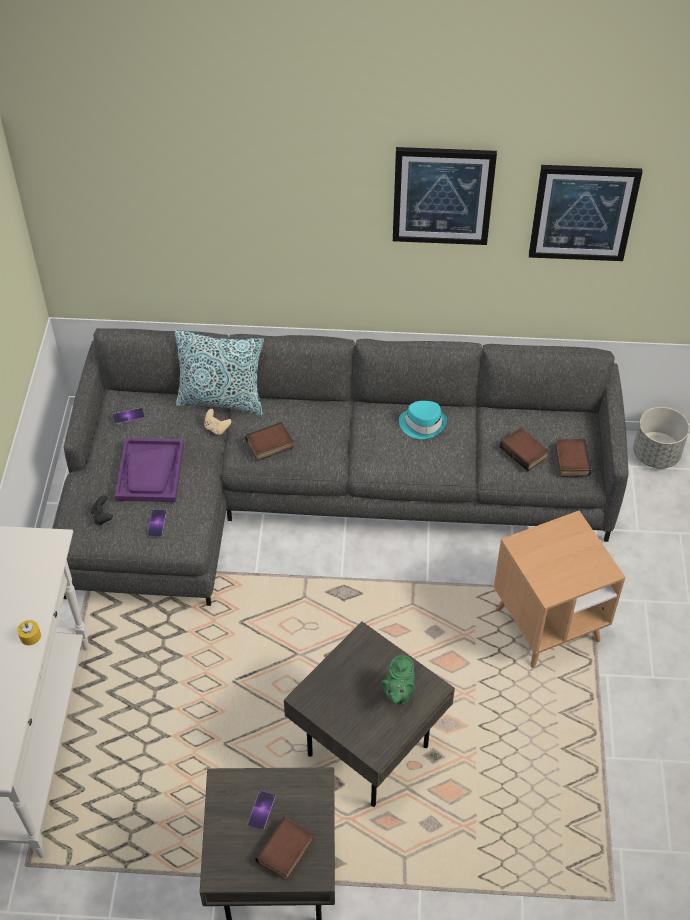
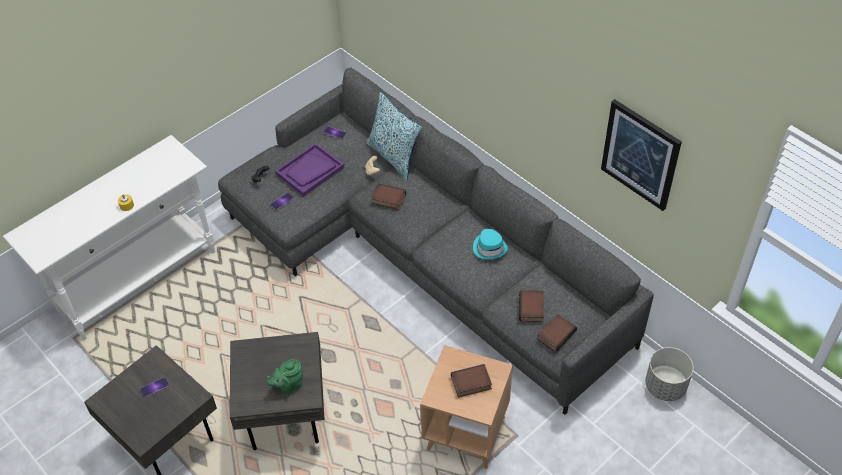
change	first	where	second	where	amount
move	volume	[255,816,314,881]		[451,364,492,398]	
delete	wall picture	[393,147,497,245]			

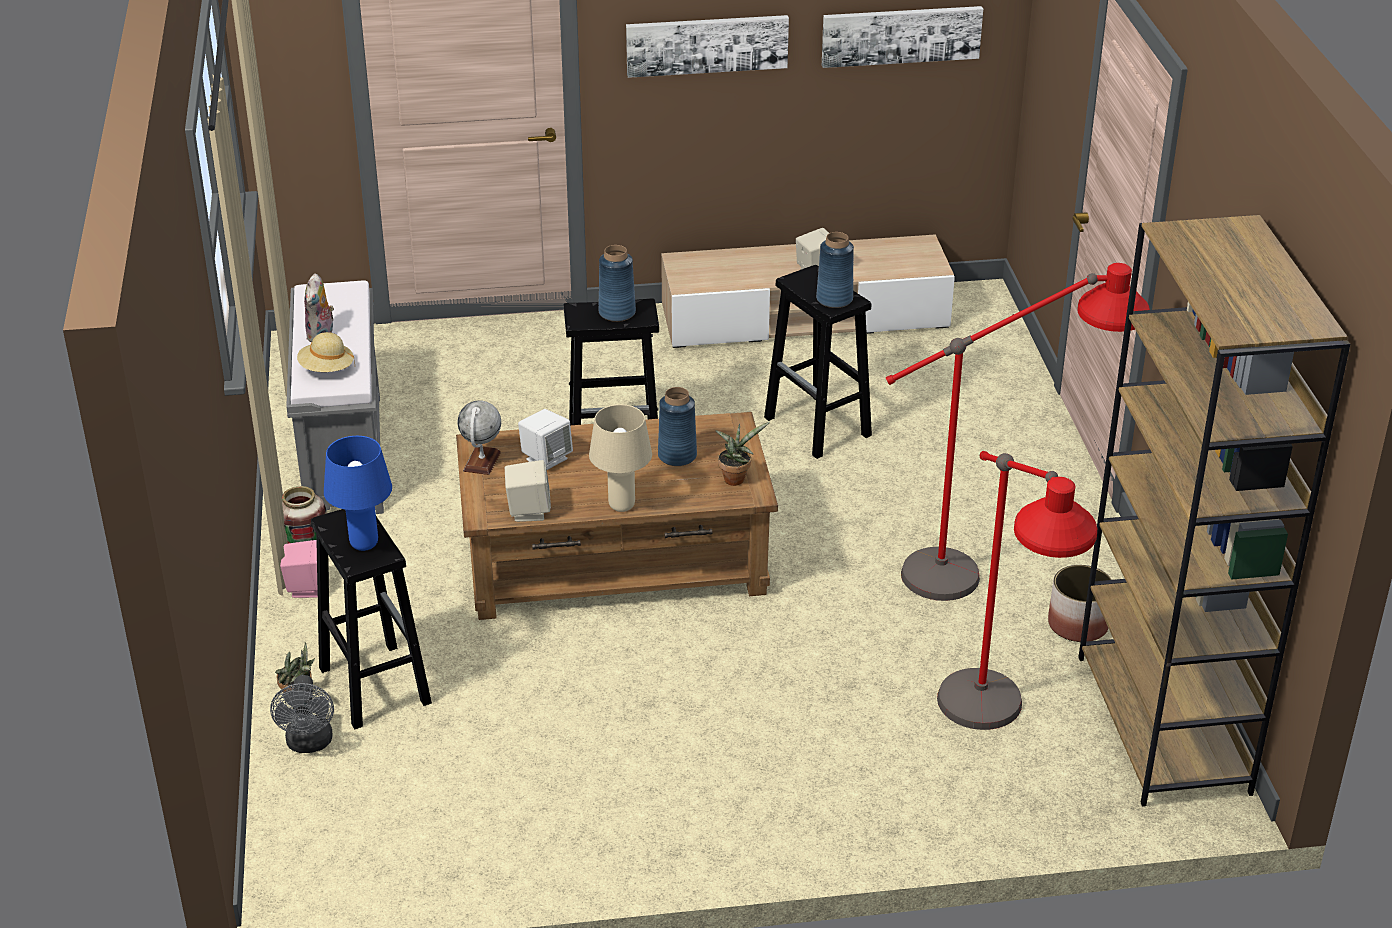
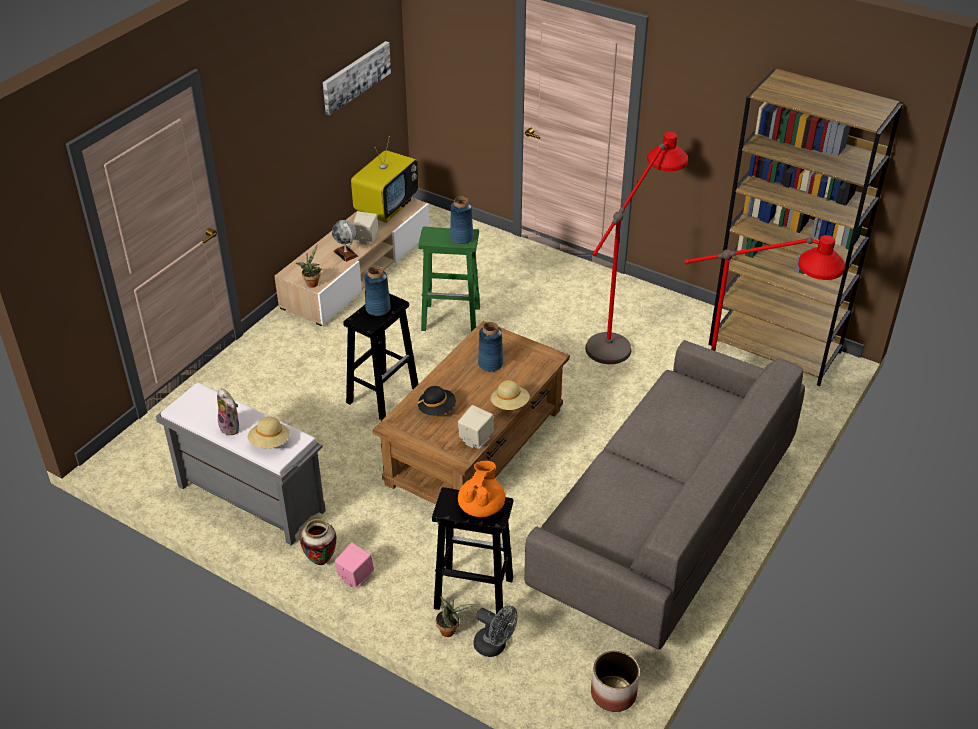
change	first	where	second	where	amount
move	potted plant	[715,422,770,486]		[296,245,322,288]	
move	world globe	[457,400,501,475]		[332,220,358,262]	
insert			TV set	[351,136,418,223]	
recolor	stool/black-coloured	[764,265,872,459]	stool/green-coloured	[418,227,480,332]	
replace	speaker/whitish	[518,409,573,470]	hat/black-coloured	[418,386,456,415]	
replace	tabletop lamp/blue-coloured	[324,436,392,551]	tea pot/orange-coloured	[458,461,505,517]	
replace	tabletop lamp/beige	[589,404,652,512]	hat/beige	[491,380,530,410]	
insert			settee/greyish	[524,340,805,650]	
move	flower pot	[1048,565,1112,642]		[591,651,640,712]	
delete	wall picture	[626,15,789,78]			

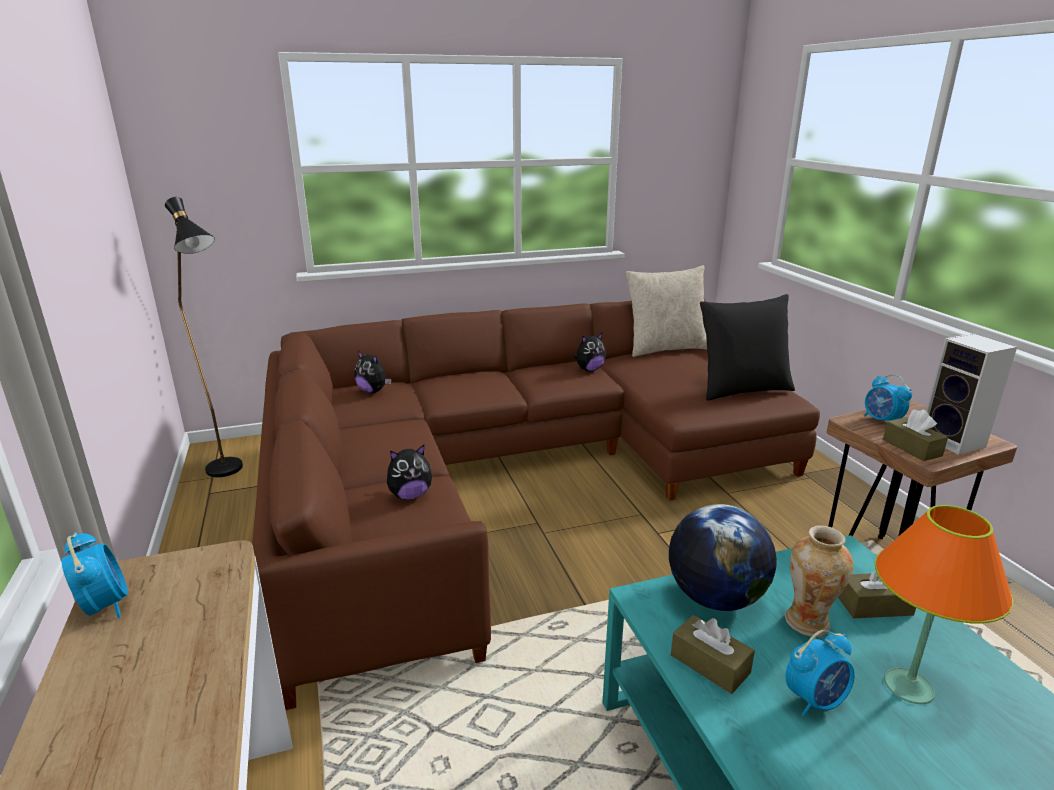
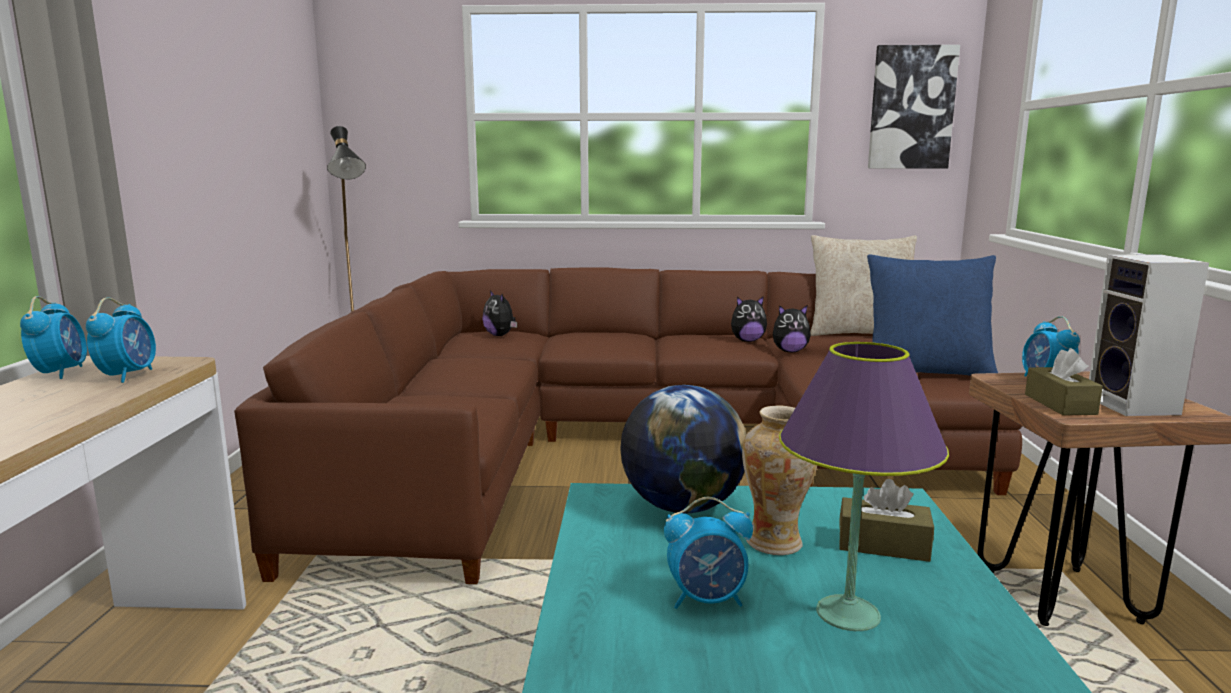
change	first	where	second	where	amount
insert			bedside clock	[86,297,156,383]	
move	plush toy	[387,445,432,500]		[773,305,811,352]	
recolor	tabletop lamp/orange-coloured	[875,505,1013,704]	tabletop lamp/purplish	[779,342,949,631]	
recolor	cushion/black-coloured	[700,294,795,400]	cushion/blue-coloured	[867,254,998,376]	
insert			wall picture	[868,45,960,168]	
delete	box of tissues/brownish	[671,615,755,694]			

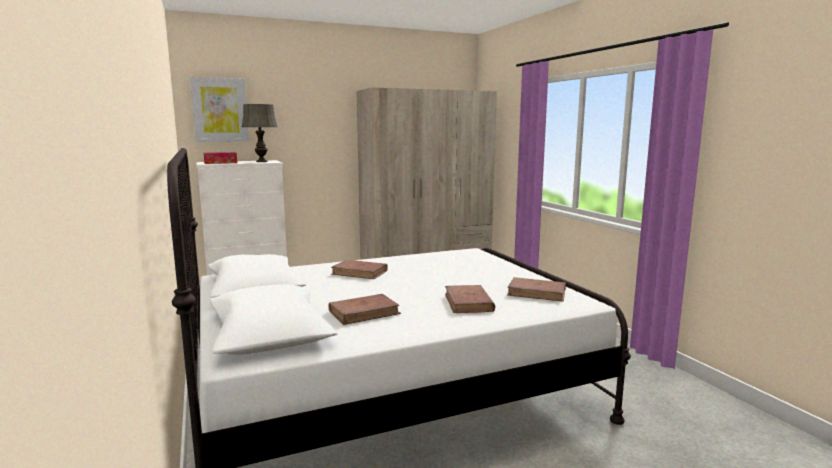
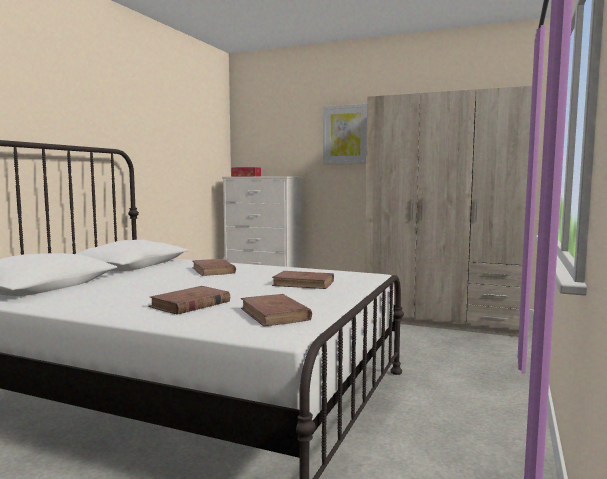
change	first	where	second	where	amount
move	volume/brownish	[329,294,401,325]		[272,271,334,289]	
move	wall picture	[190,77,249,142]		[323,104,367,164]	
delete	tabletop lamp/greyish	[242,104,277,162]			

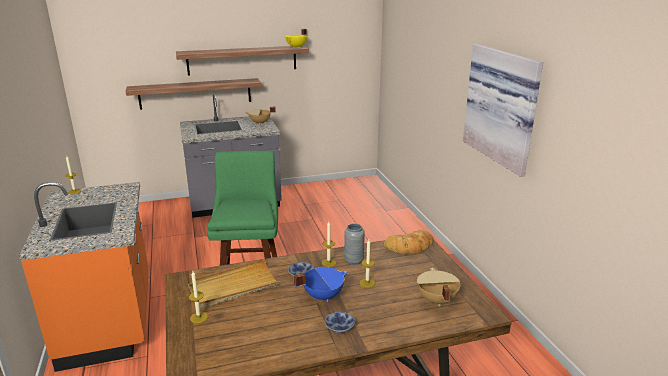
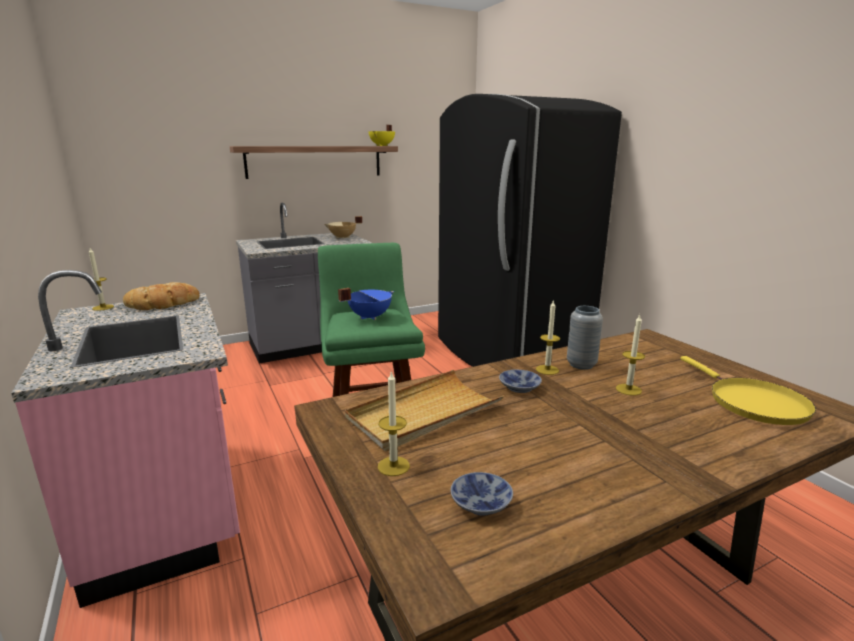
change	first	where	second	where	amount
recolor	counter/orange-coloured	[19,182,149,372]	counter/pink	[11,270,240,608]	
move	bread	[384,230,434,255]		[123,282,200,310]	
move	cooking pot/blue-coloured	[294,267,348,302]		[338,288,394,320]	
insert			fridge/black-coloured	[438,94,622,367]	
move	serving bowl	[325,312,355,333]		[451,472,513,516]	
replace	cooking pot/beige	[417,268,460,306]	skillet/yellow-coloured	[680,356,816,425]	
delete	shelf	[125,78,262,110]			
delete	wall picture	[463,44,543,177]			

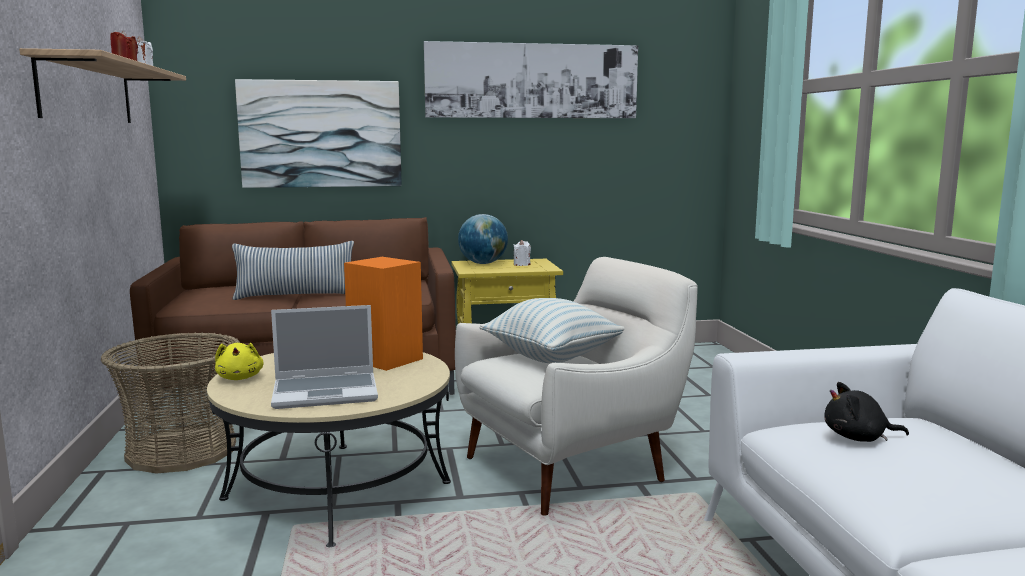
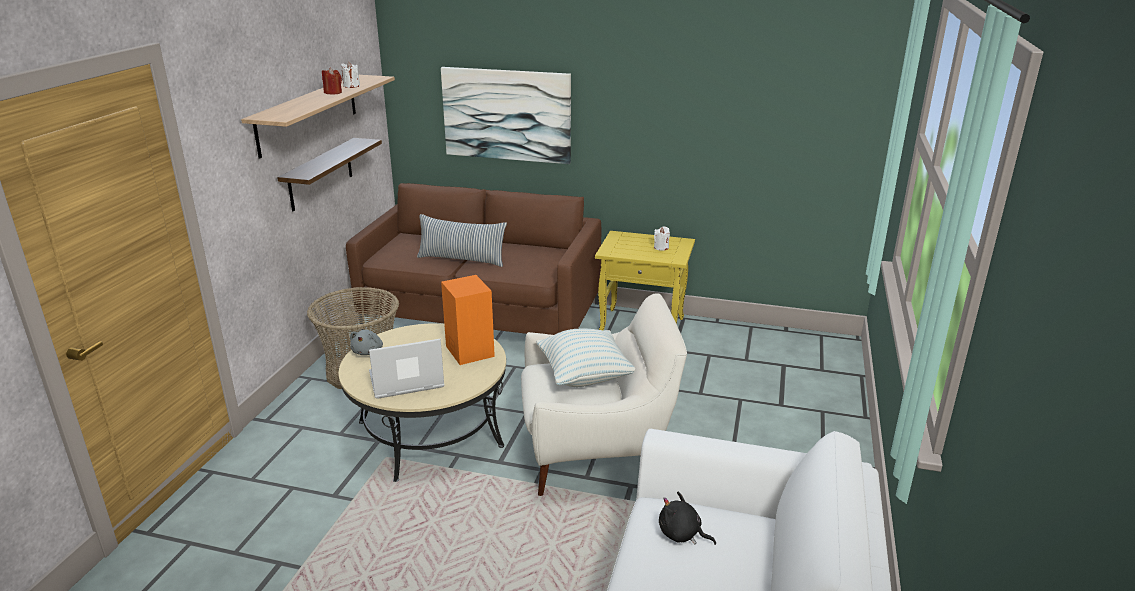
change	first	where	second	where	amount
insert			shelf	[277,138,382,211]	
recolor	plush toy/yellow-coloured	[215,343,264,380]	plush toy/greyish	[350,330,383,355]	
rotate	laptop	[271,305,378,409]		[369,338,445,399]	150 degrees clockwise
delete	wall picture	[424,41,638,118]			
delete	world globe	[458,214,508,264]			

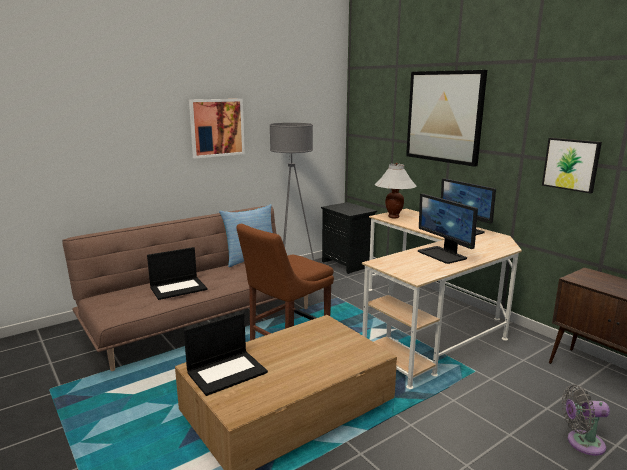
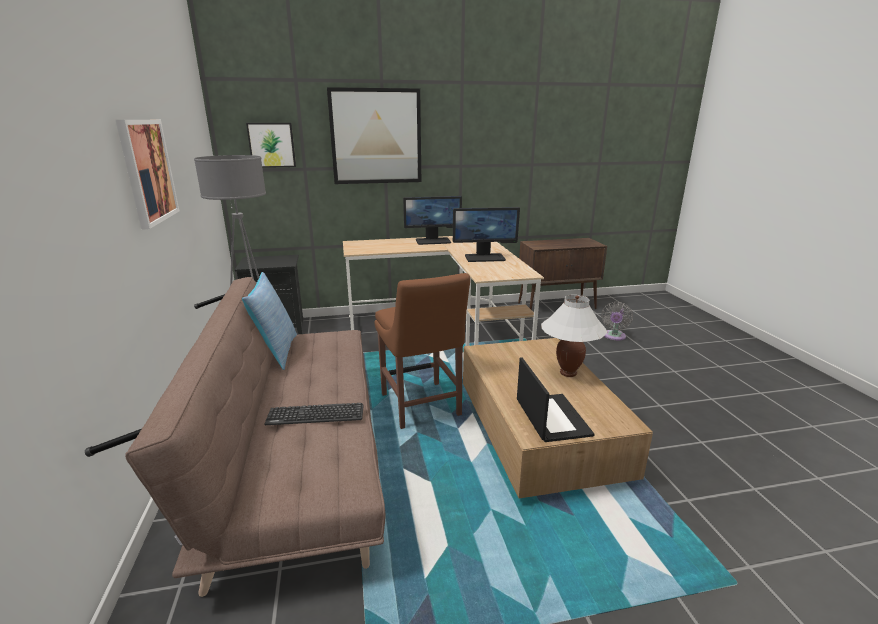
change	first	where	second	where	amount
move	wall picture	[542,138,602,194]		[246,123,296,168]	
replace	laptop	[147,247,207,300]	computer keyboard	[264,403,364,425]	
move	tabletop lamp/whitish	[375,163,416,219]		[541,295,607,377]	

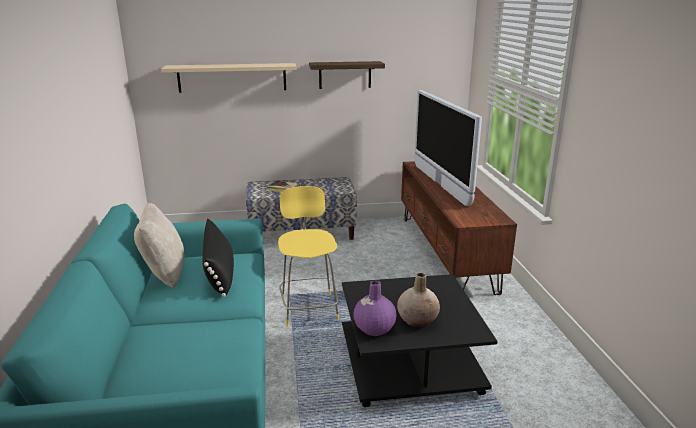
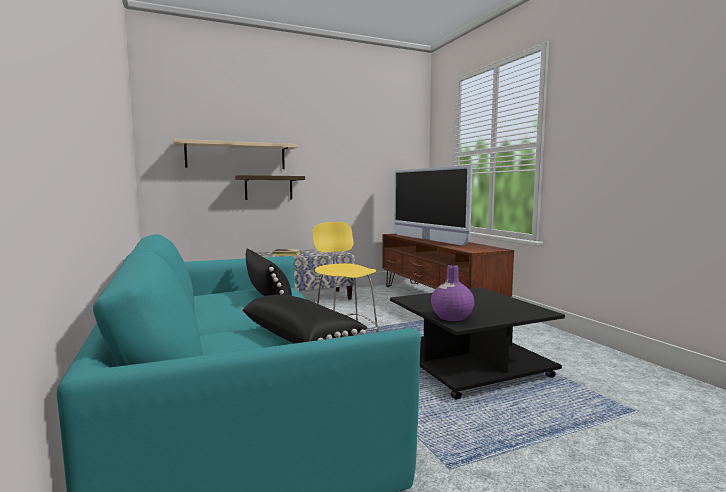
change	first	where	second	where	amount
move	shelf	[309,61,385,89]		[235,175,305,200]	
insert			cushion/black-coloured	[242,295,367,344]	
delete	cushion/beige	[134,203,184,289]			
delete	decorative vase/beige	[397,273,440,327]			

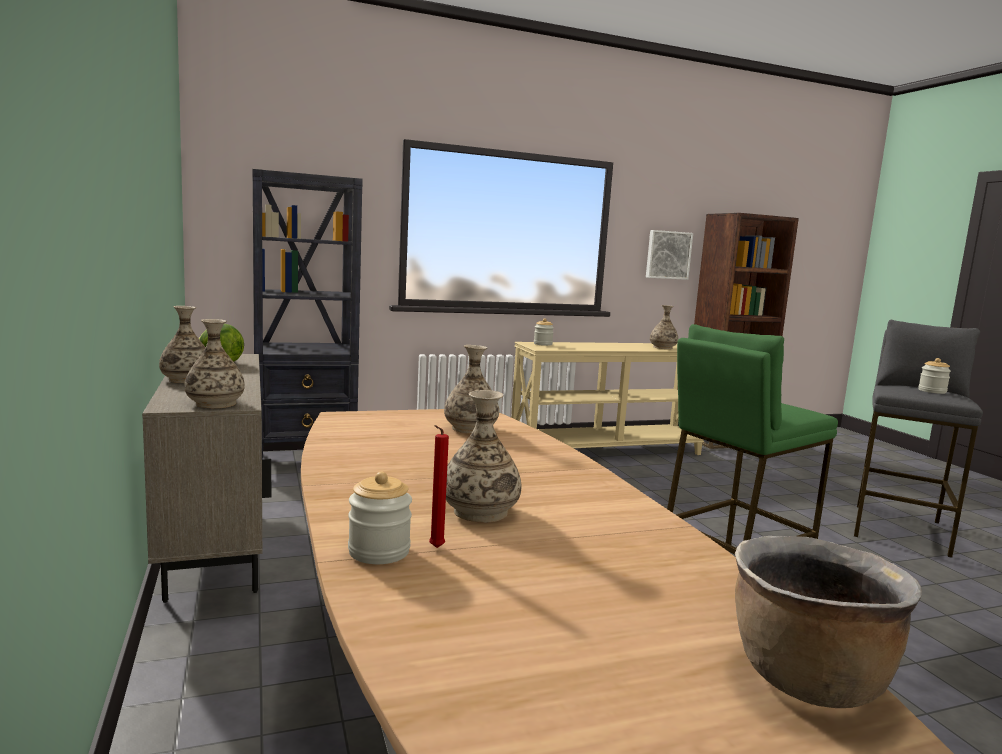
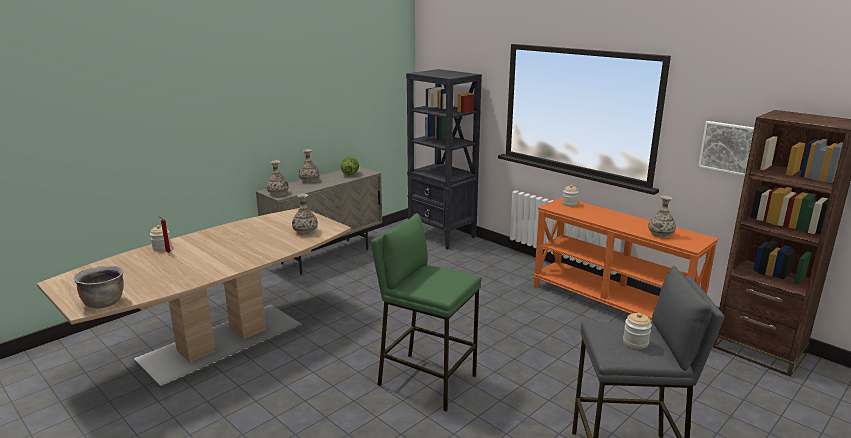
change	first	where	second	where	amount
recolor	hall table/beige	[511,342,704,455]	hall table/orange-coloured	[533,197,719,322]	
delete	decorative vase	[446,390,521,523]			

